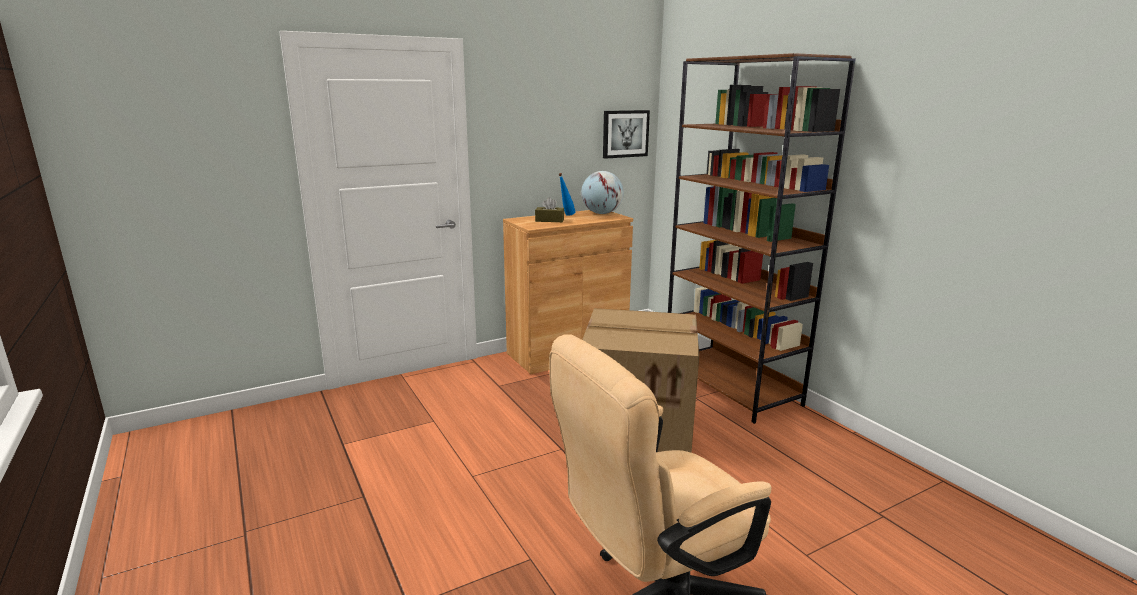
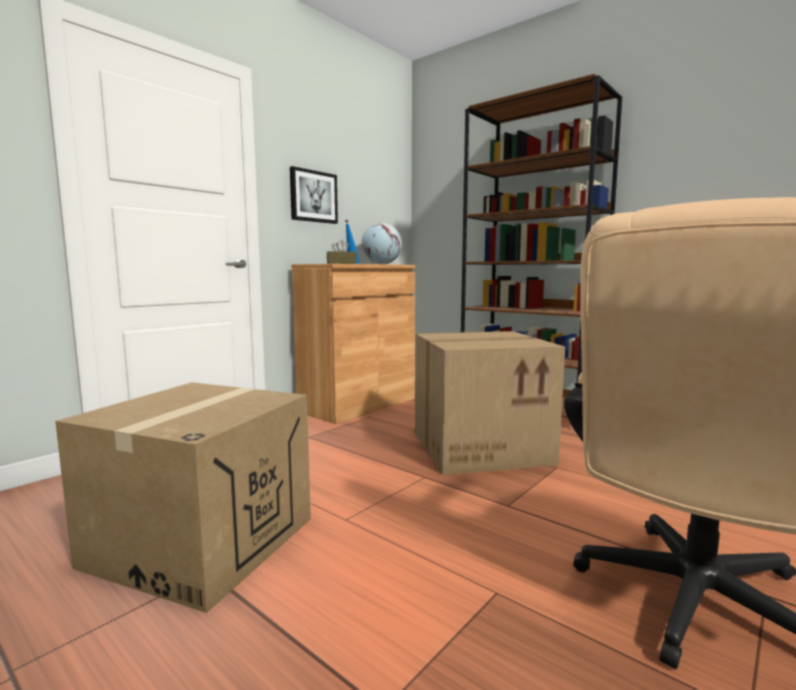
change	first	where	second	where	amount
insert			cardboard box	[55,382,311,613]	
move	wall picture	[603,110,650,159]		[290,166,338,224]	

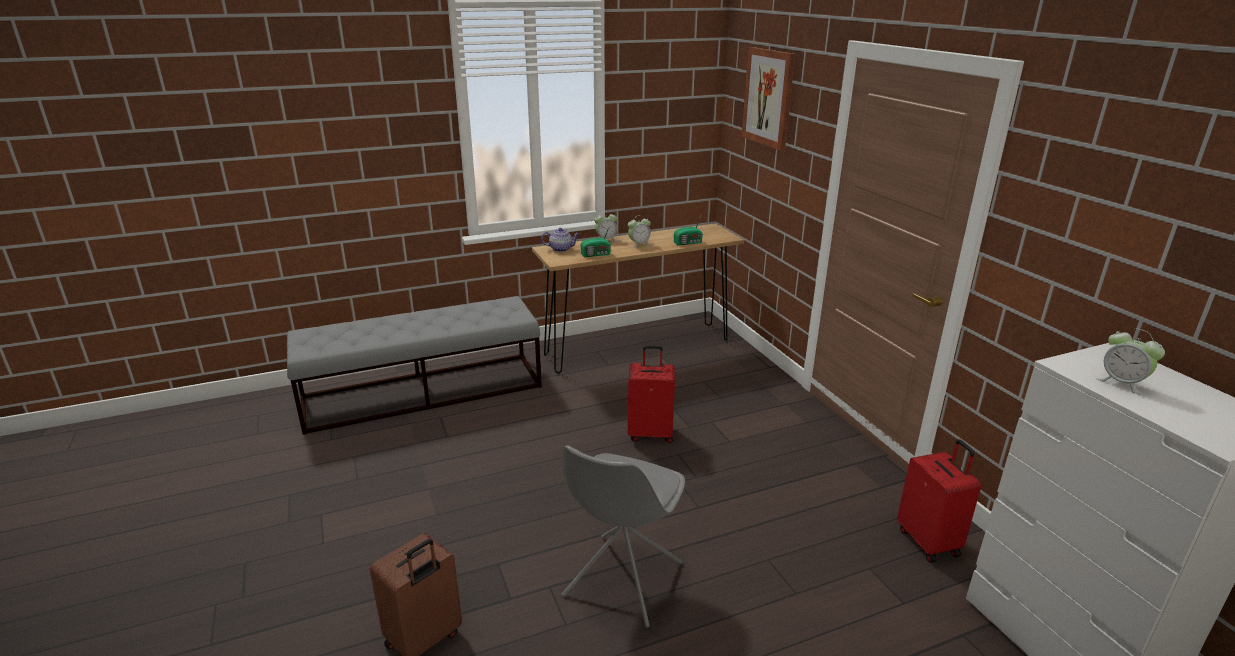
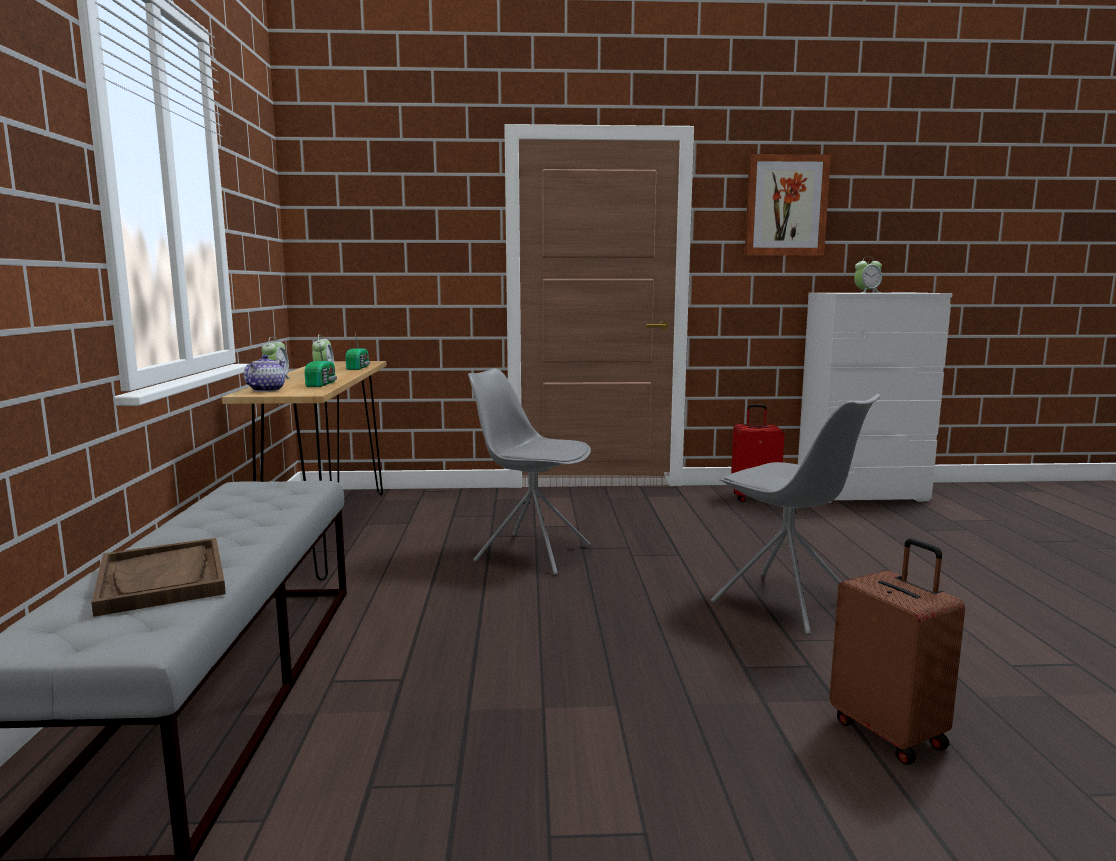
change	first	where	second	where	amount
insert			serving tray/brownish	[91,538,226,617]	
replace	travel case/reddish	[628,345,675,443]	plain chair/greyish	[468,368,591,575]	
move	wall picture	[741,47,795,151]		[744,154,831,256]	

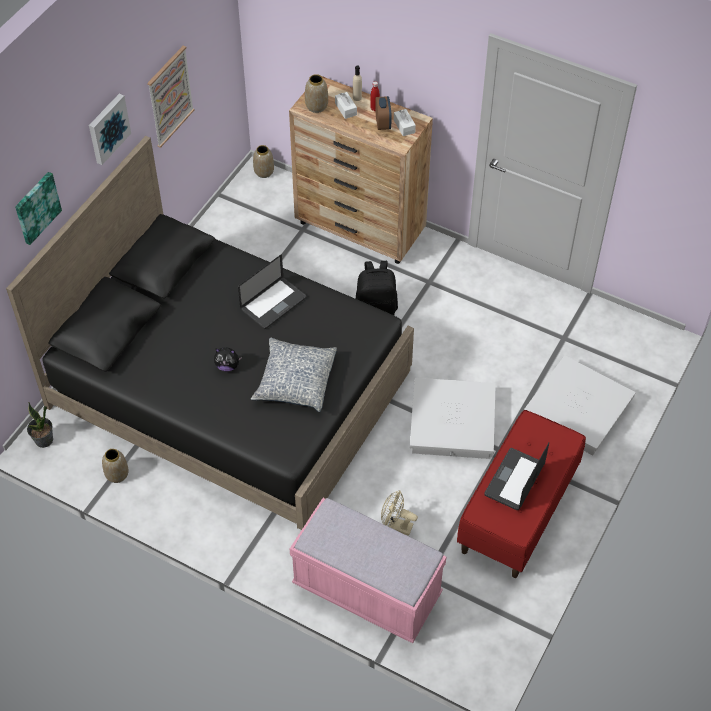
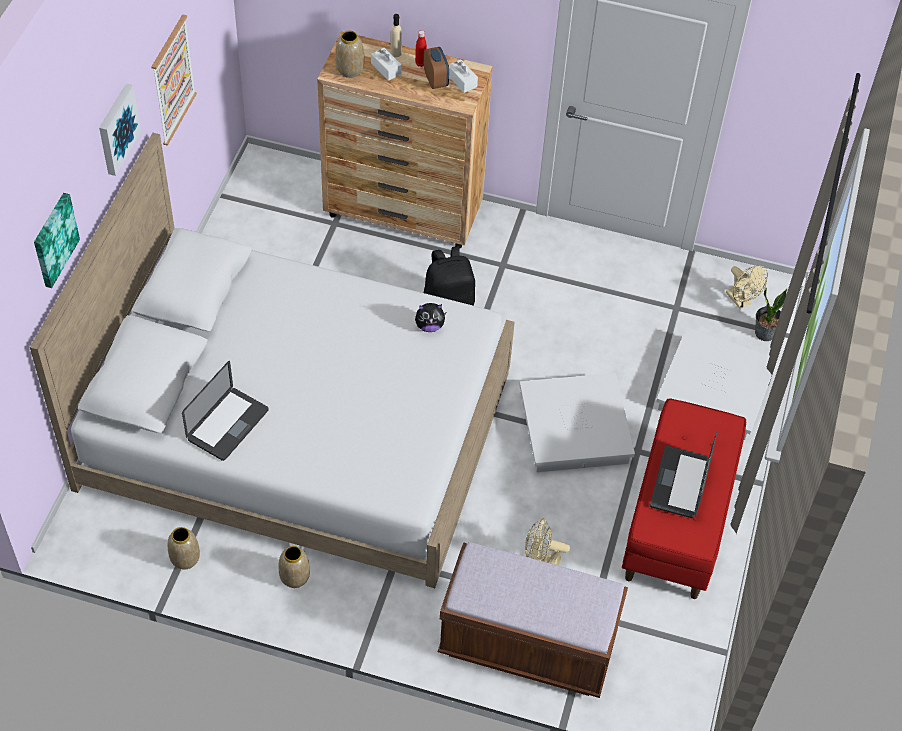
change	first	where	second	where	amount
recolor	bed/black-coloured	[6,136,414,530]	bed/whitish	[30,133,515,588]	
move	laptop	[238,255,306,329]		[182,361,269,461]	
move	decorative vase	[253,145,274,178]		[279,546,310,588]	
move	plush toy	[214,347,242,372]		[415,303,446,332]	
recolor	long seat/pink	[290,498,446,643]	long seat/brownish	[438,542,628,698]	
insert			fan/beige	[726,266,768,309]	
move	potted plant	[27,402,53,448]		[755,288,787,341]	
delete	cushion	[251,338,337,412]			

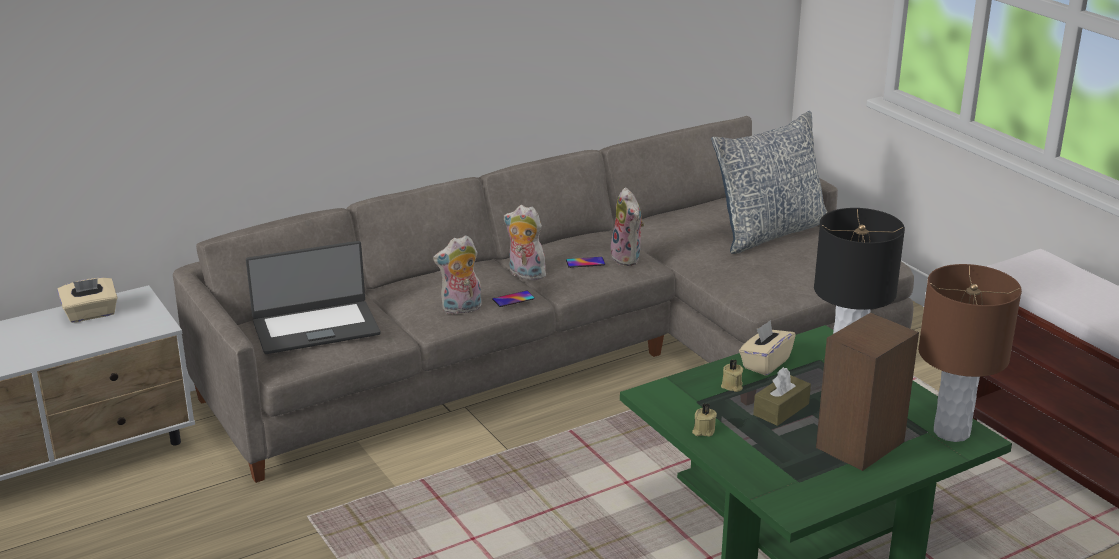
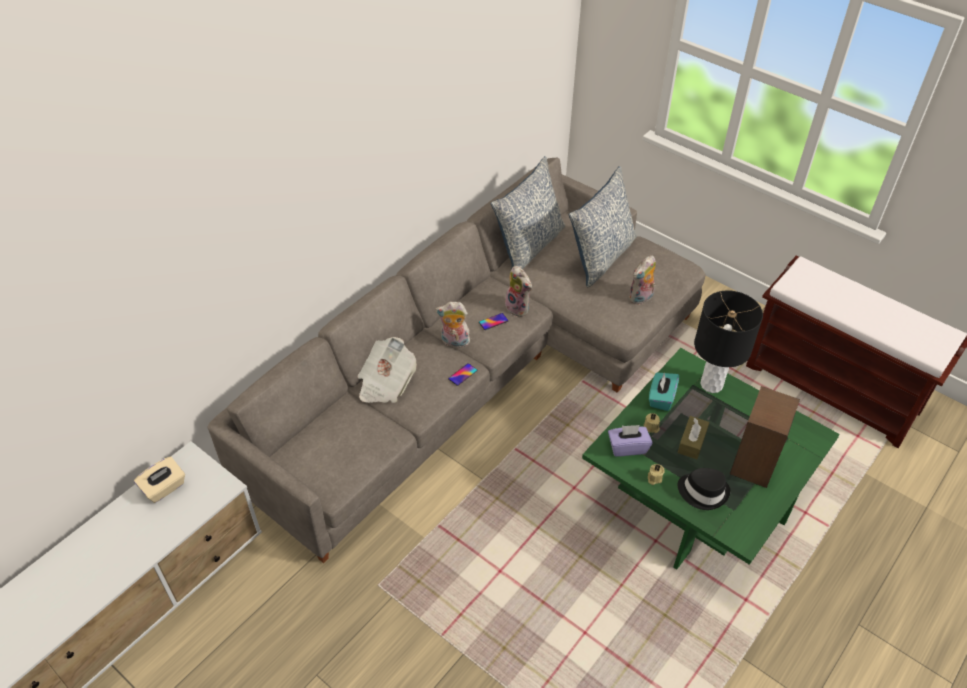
change	first	where	second	where	amount
insert			daily paper	[357,337,417,403]	
insert			cushion	[491,156,565,269]	
insert			box of tissues/purplish	[608,425,652,457]	
move	plush toy	[433,235,481,315]		[629,255,656,305]	
recolor	box of tissues/beige	[739,320,796,376]	box of tissues/turquoise	[649,372,679,411]	
insert			hat/black-coloured	[678,468,730,510]	
delete	laptop	[246,241,381,354]			
delete	tabletop lamp/brownish	[918,264,1022,442]			

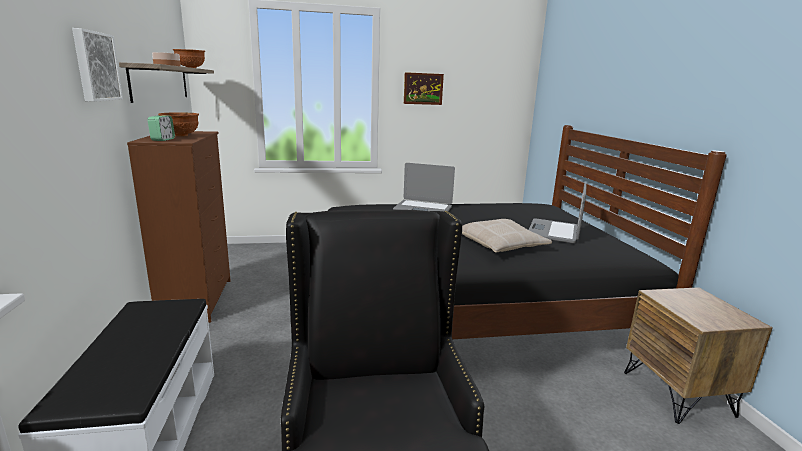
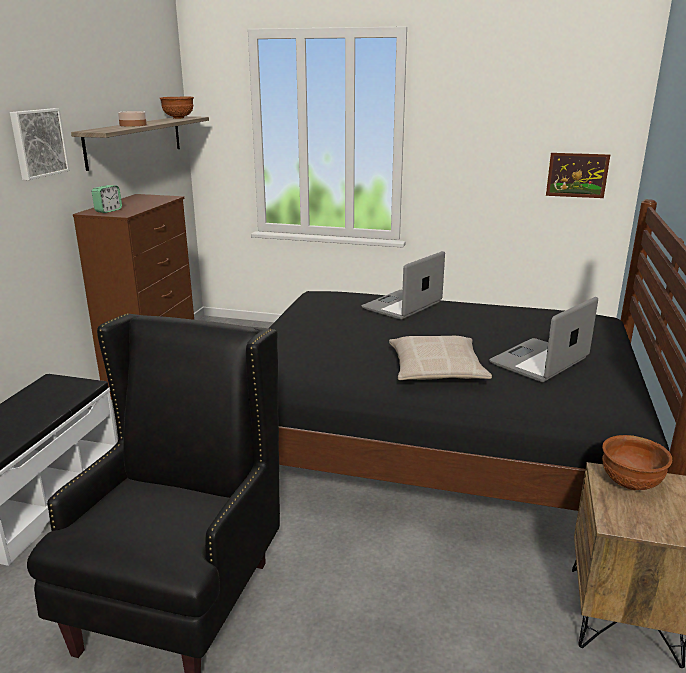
change	first	where	second	where	amount
rotate	laptop	[393,163,455,212]		[361,251,445,320]	90 degrees clockwise
move	wall picture	[404,72,444,105]		[546,153,610,198]	
move	serving bowl/brownish	[158,112,199,136]		[602,435,672,490]	

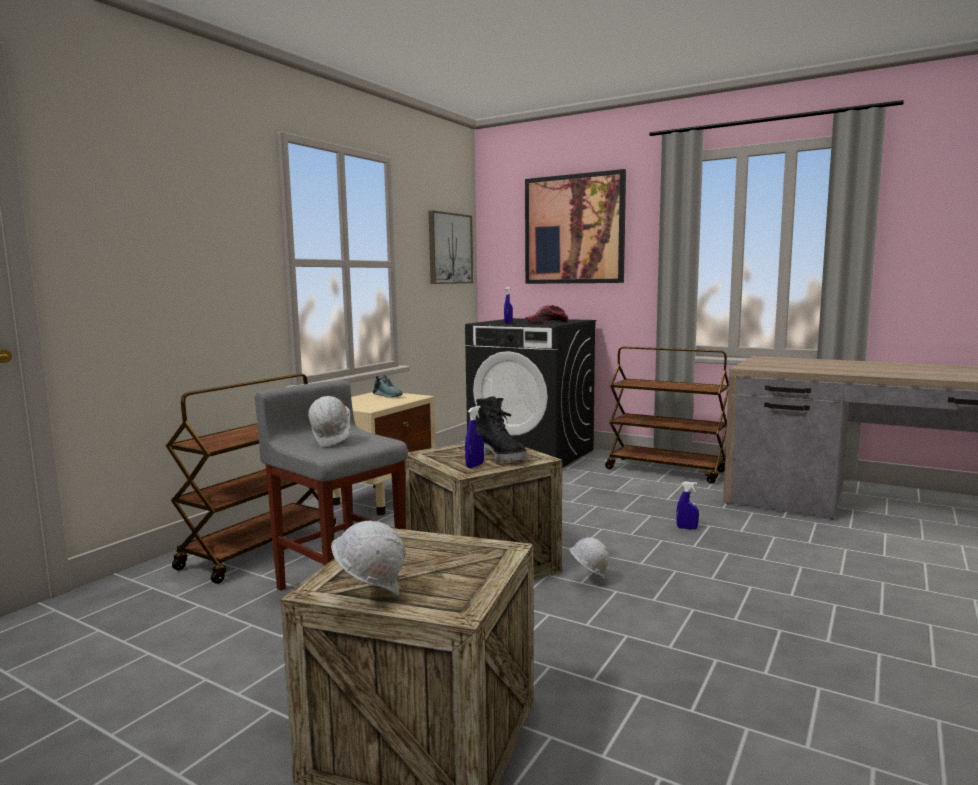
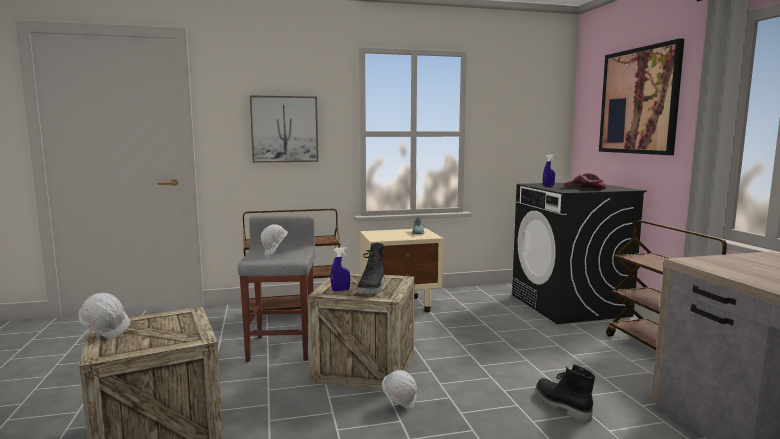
change	first	where	second	where	amount
move	wall picture	[429,210,473,284]		[250,95,318,163]	
replace	spray bottle/blue-coloured	[676,482,699,530]	high-top boot/black-coloured	[536,365,595,422]	

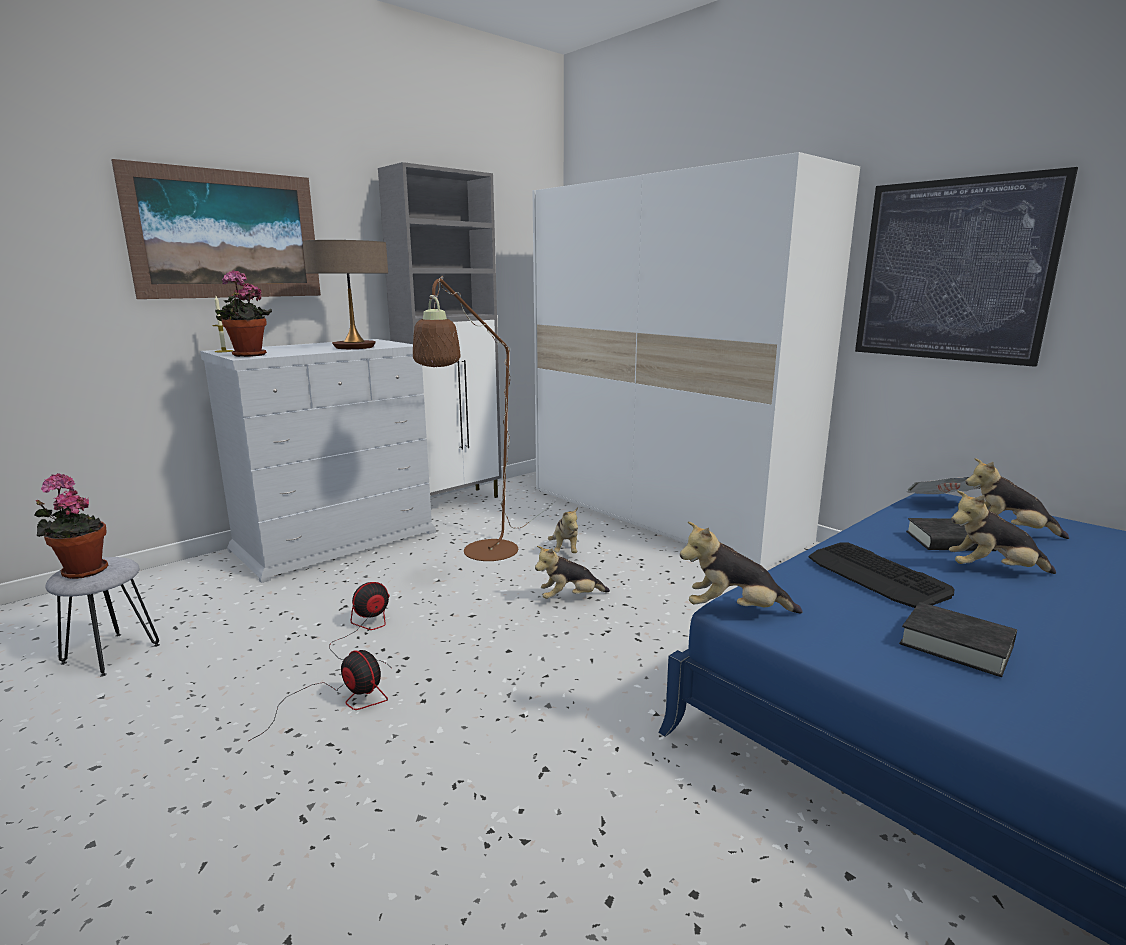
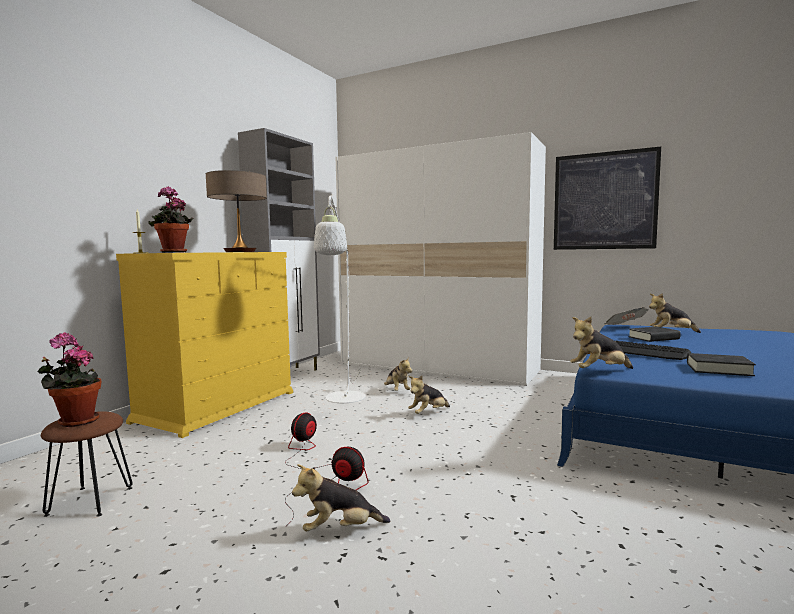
change	first	where	second	where	amount
recolor	stool/greyish	[45,557,160,677]	stool/brownish	[41,412,133,517]	
recolor	drawer chest/whitish	[200,339,436,583]	drawer chest/yellow-coloured	[116,252,293,438]	
move	plush toy	[949,490,1056,574]		[292,464,390,532]	
recolor	floor lamp/brownish	[413,276,551,561]	floor lamp/whitish	[314,194,366,403]	
delete	wall picture	[111,159,321,299]			

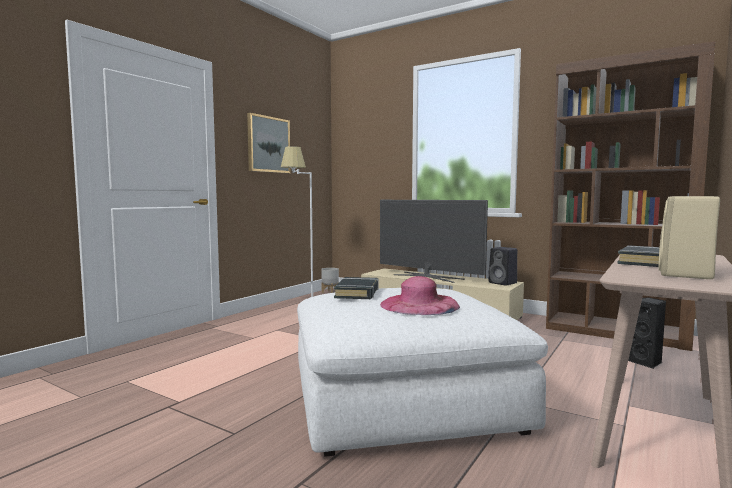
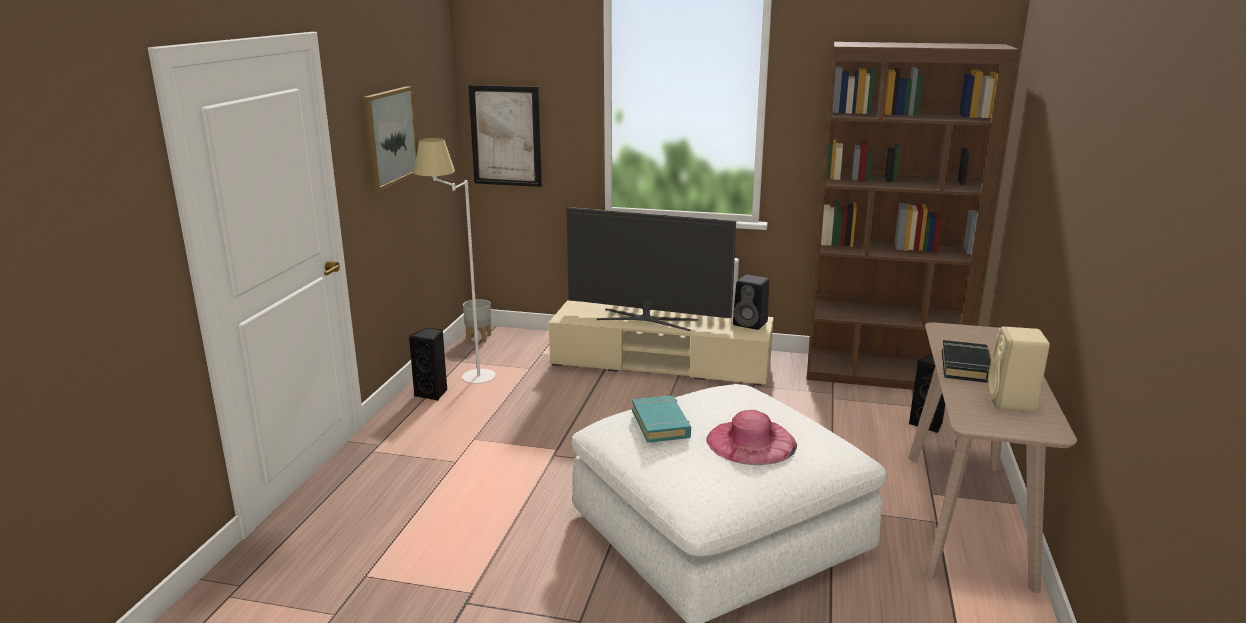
change	first	where	second	where	amount
insert			speaker/black-coloured	[409,328,448,401]	
insert			wall picture	[468,85,542,187]	
recolor	volume/black-coloured	[334,277,379,299]	volume/turquoise	[632,396,691,443]	

